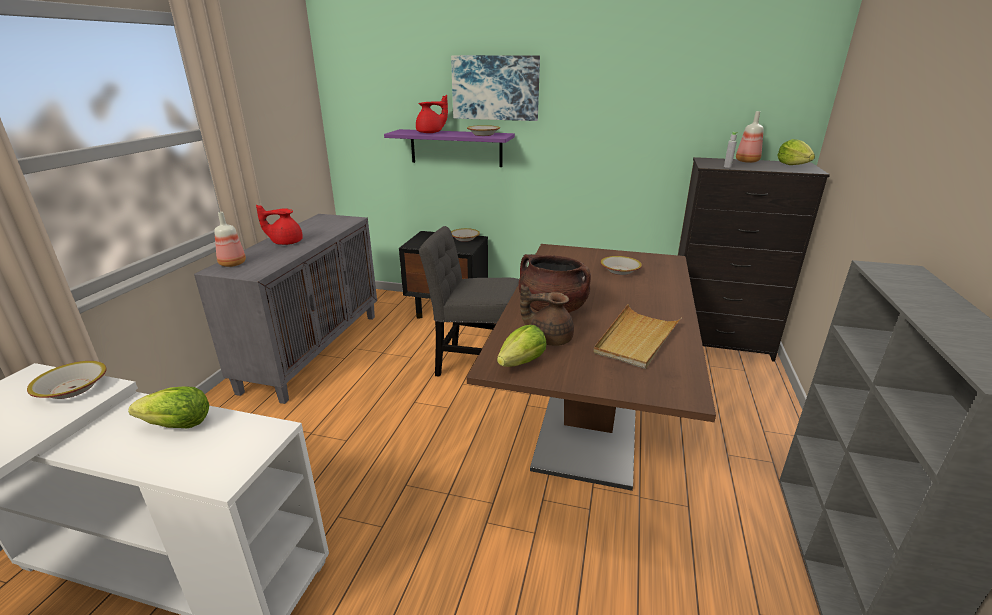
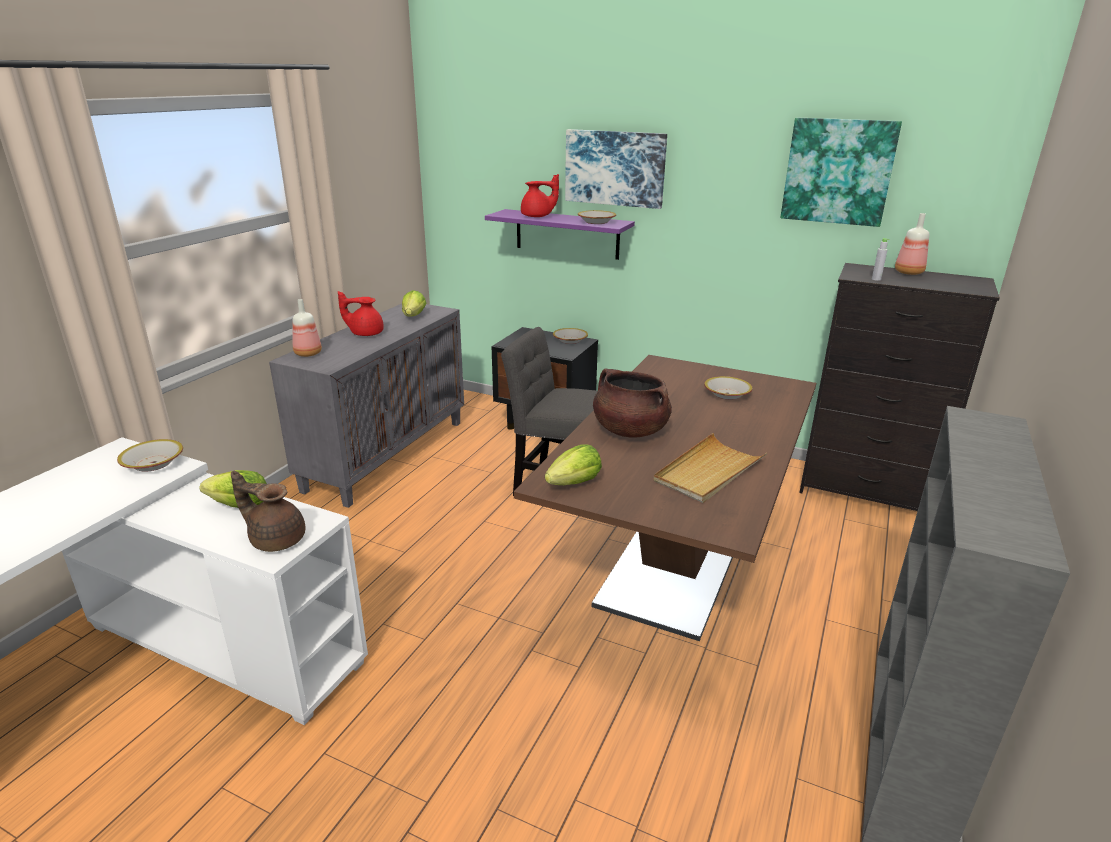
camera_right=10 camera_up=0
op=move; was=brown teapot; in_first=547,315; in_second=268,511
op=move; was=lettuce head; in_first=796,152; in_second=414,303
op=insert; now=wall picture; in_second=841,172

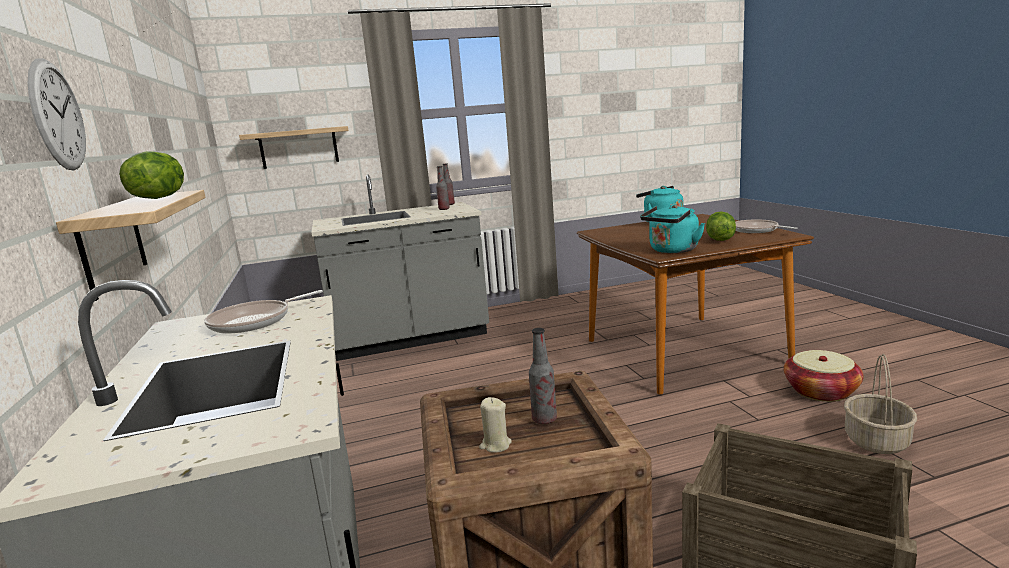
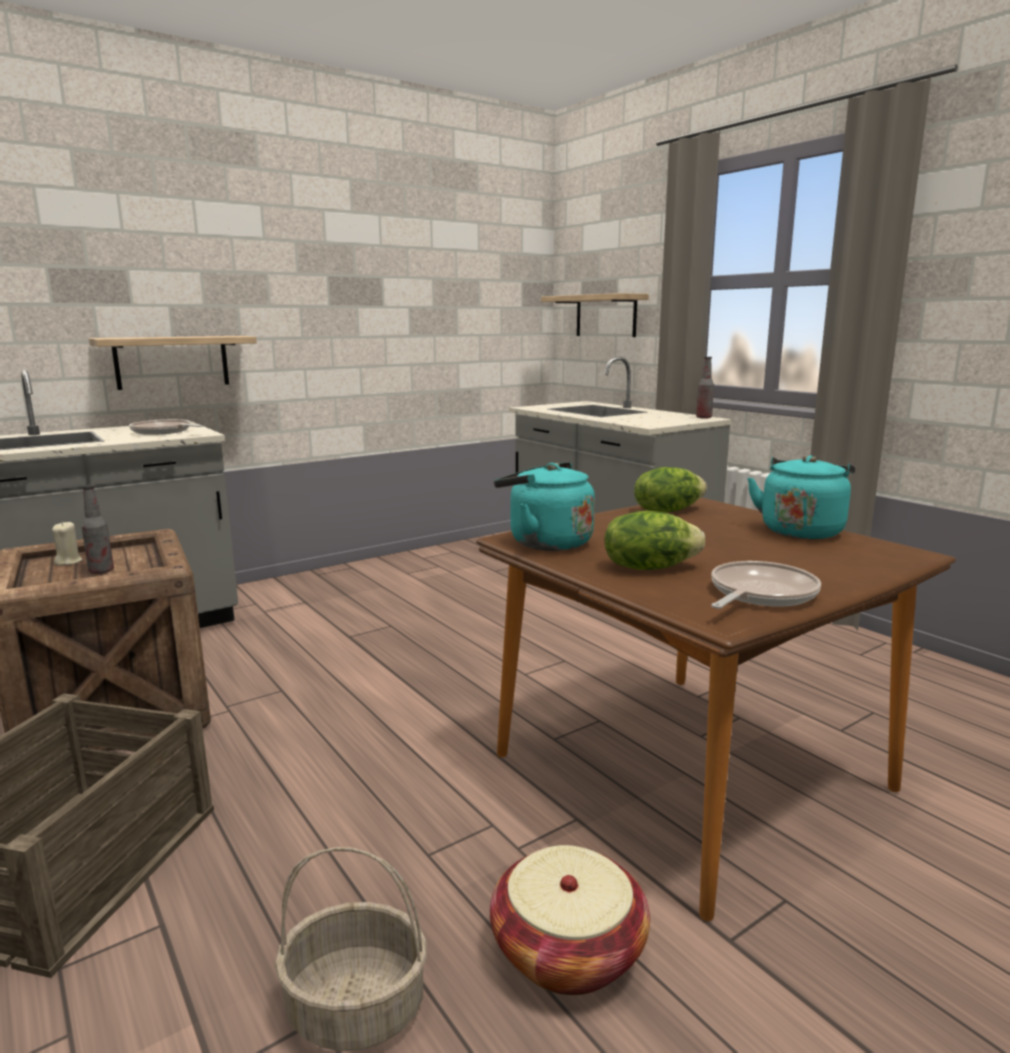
camera_right=70 camera_up=0
op=move; was=lettuce head; in_first=151,175; in_second=670,490
op=delete; was=wall clock; in_first=56,114
op=delete; was=bottle; in_first=443,188

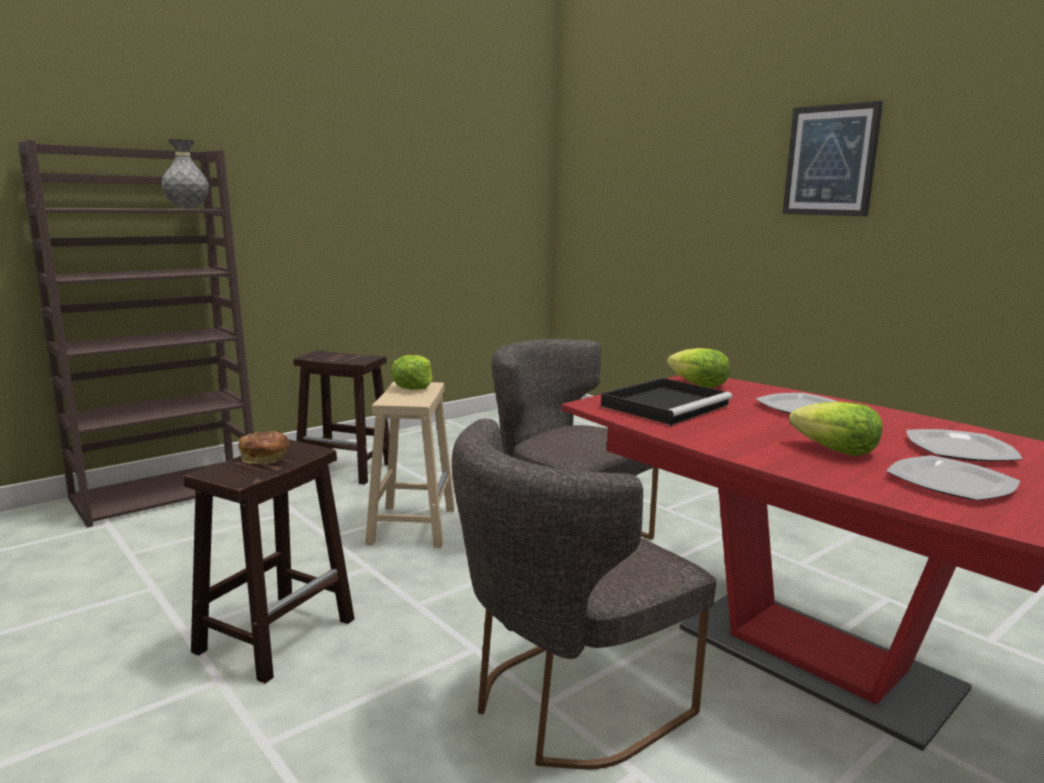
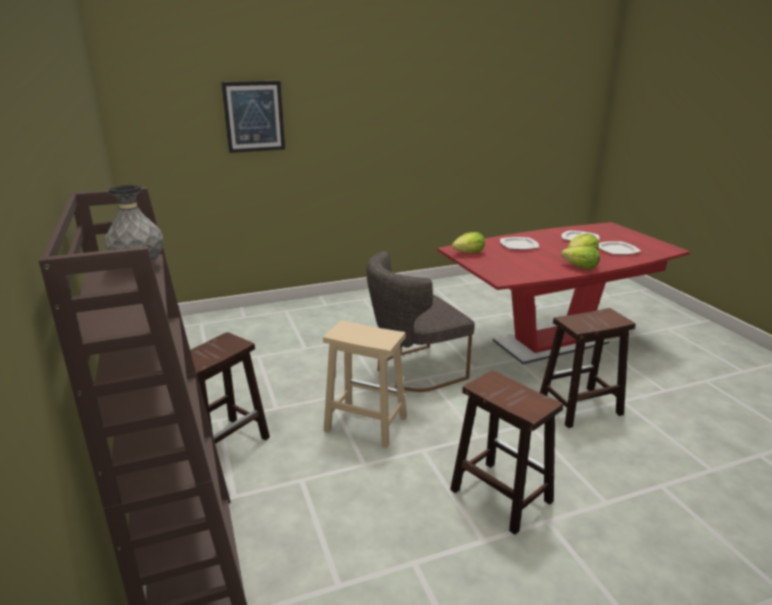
camera_right=-70 camera_up=10
op=move; was=wall picture; in_first=832,158; in_second=253,117
op=replace; was=grey plain chair; now=brown sitting stool; in_first=584,594; in_second=588,368
op=move; was=lettuce head; in_first=411,372; in_second=580,258
op=delete; was=bread; in_first=263,447
op=delete; was=black-coloured tray; in_first=666,402

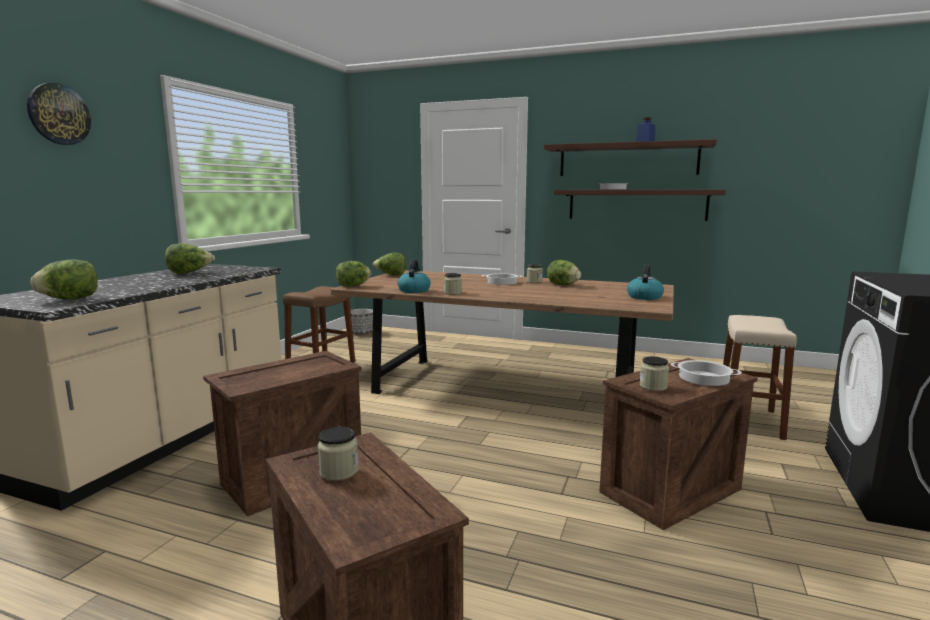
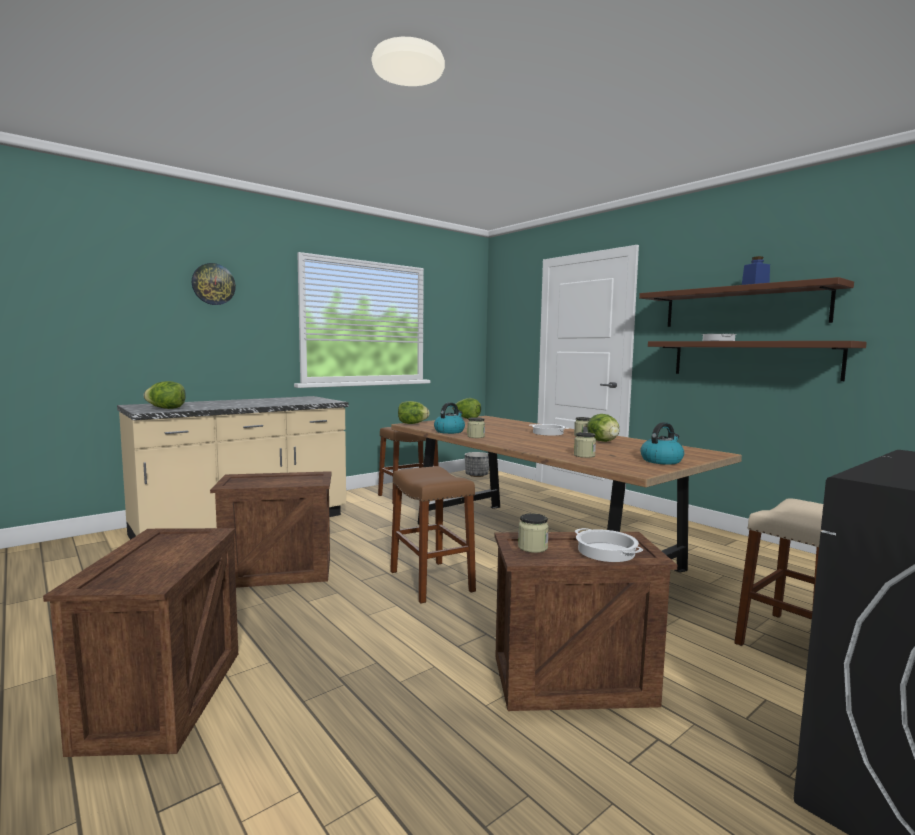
camera_right=30 camera_up=-5
op=insert; now=brown sitting stool; in_second=433,535
op=move; was=preserve jar; in_first=338,454; in_second=585,445
op=delete; was=lettuce head; in_first=190,258

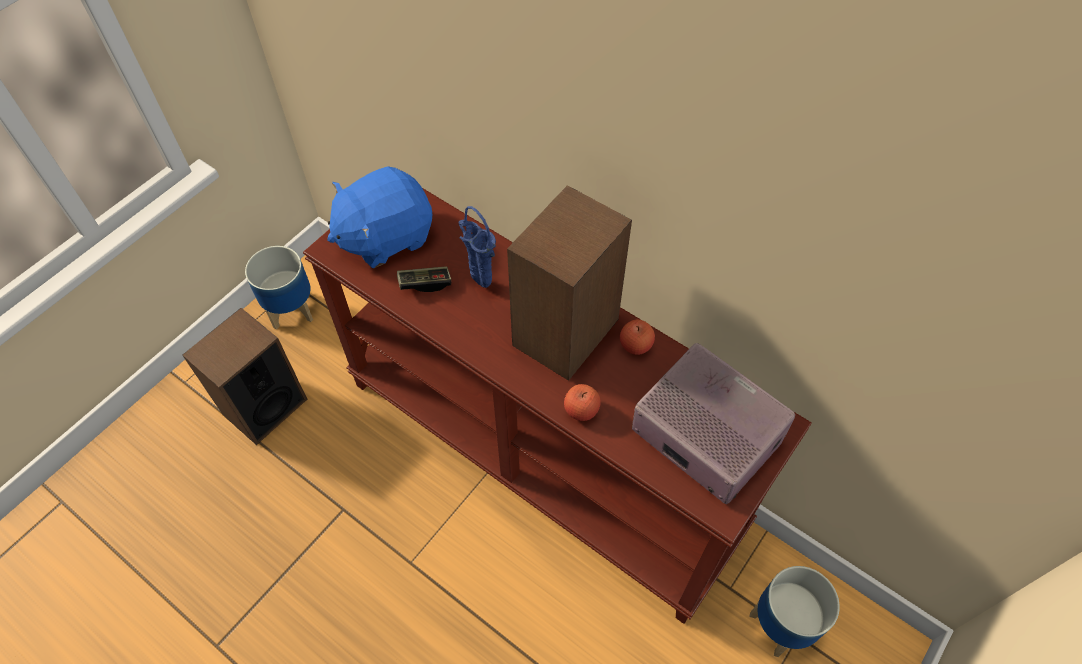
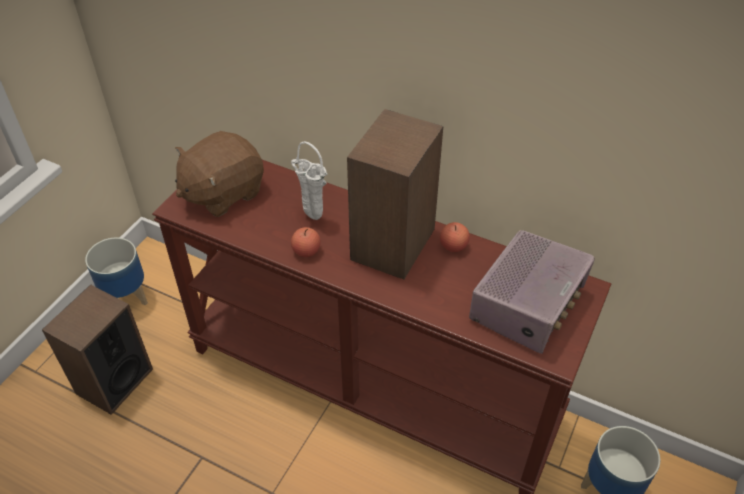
camera_right=-10 camera_up=-10
op=recolor; was=blue soft toy; now=brown soft toy; in_first=379,217; in_second=219,174
op=recolor; was=blue flower vase; now=white-coloured flower vase; in_first=477,247; in_second=309,180
op=move; was=whole apple; in_first=582,402; in_second=306,242
op=rotate; was=radio set; in_first=713,423; in_second=532,292; clockwise=90
op=delete; was=joypad; in_first=424,279

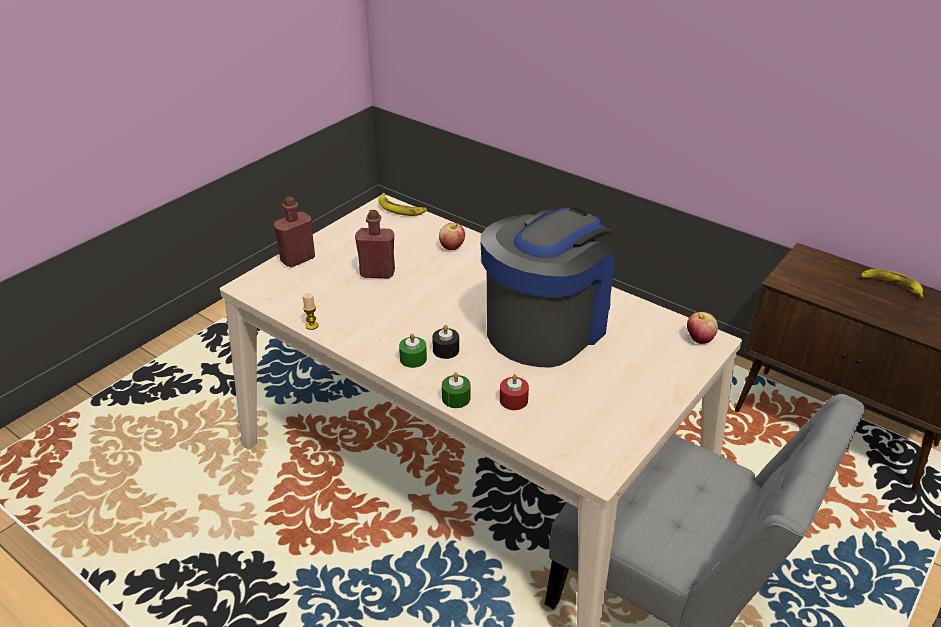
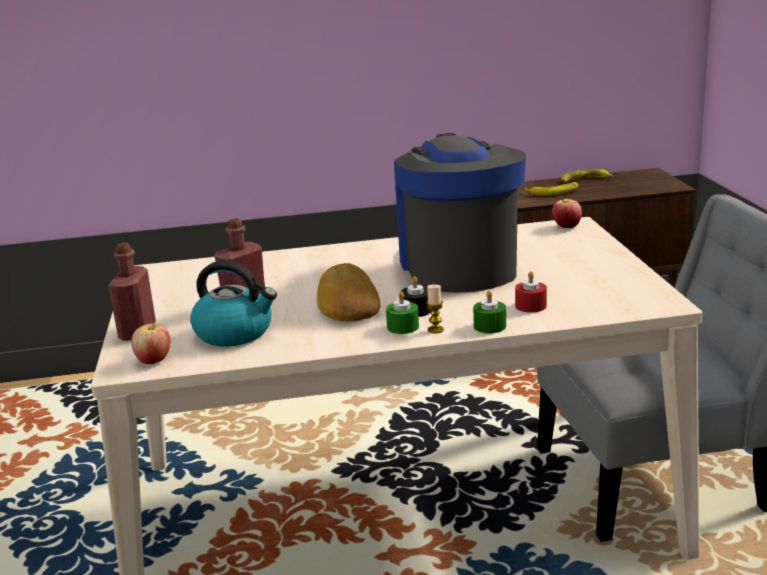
camera_right=-45 camera_up=-15
op=move; was=whole apple; in_first=452,236; in_second=151,342
op=insert; now=tea kettle; in_second=233,304
op=insert; now=bread; in_second=349,292
op=move; was=wax candle; in_first=310,311; in_second=435,308
op=move; was=banana fruit; in_first=402,204; in_second=551,189

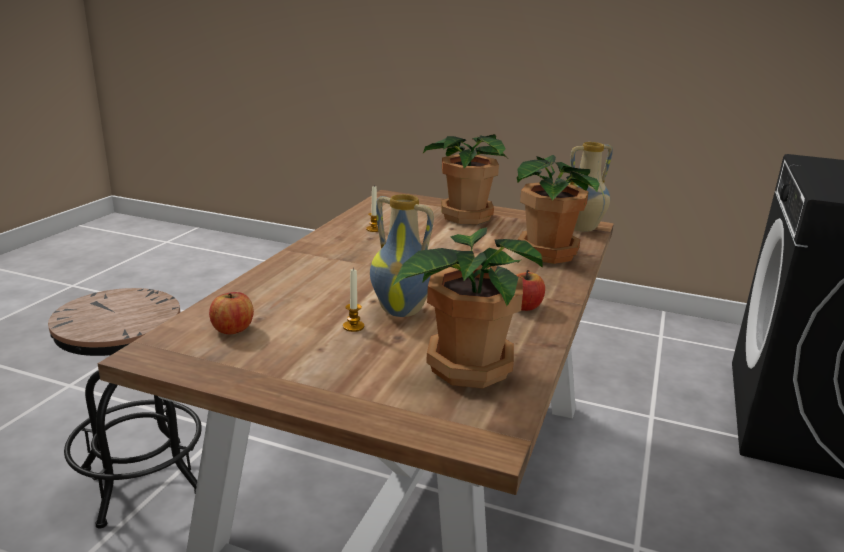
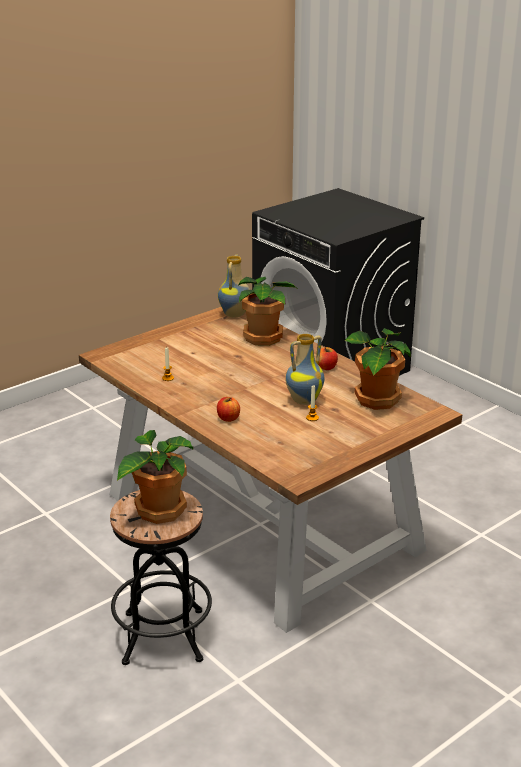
camera_right=-60 camera_up=5
op=move; was=houseplant; in_first=465,179; in_second=155,477
op=move; was=whole apple; in_first=231,313; in_second=228,409

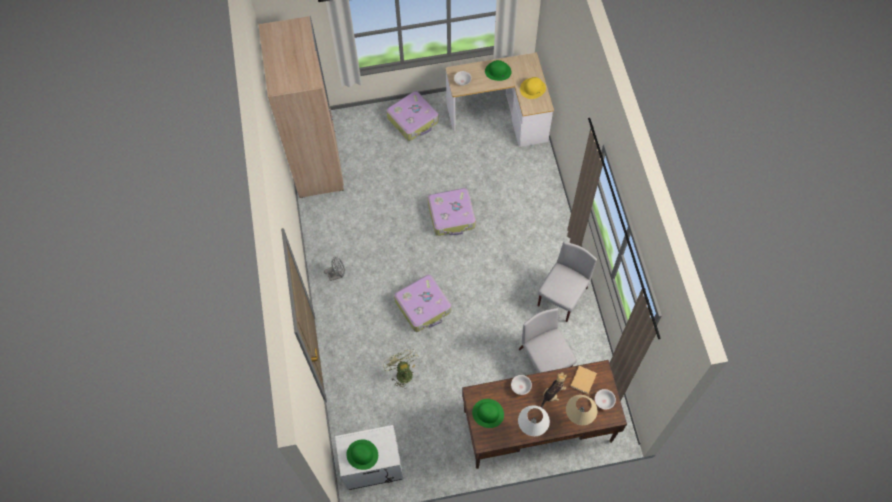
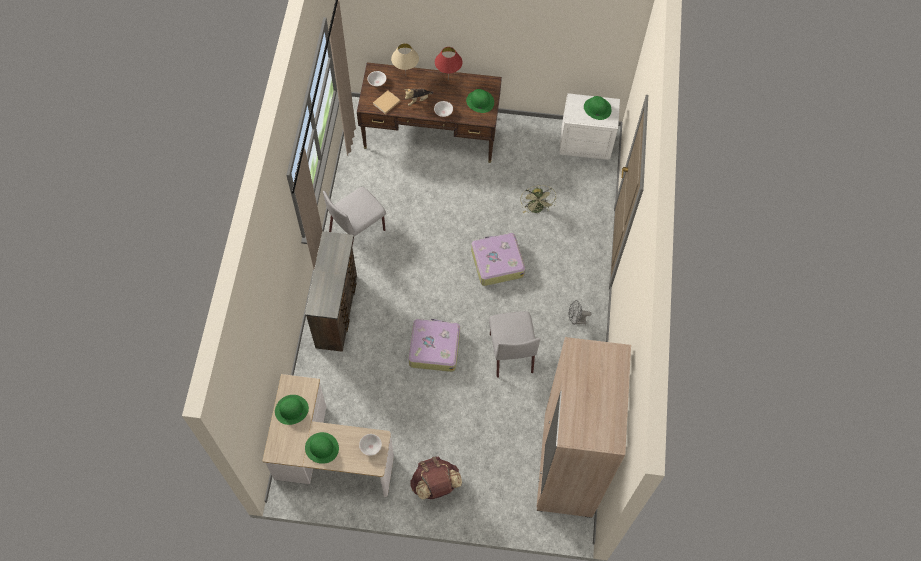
camera_right=-165 camera_up=0
op=recolor; was=yellow-coloured wearable hat; now=green wearable hat; in_first=533,88; in_second=292,410
op=insert; now=brown dresser; in_second=331,291
op=replace; was=piece of luggage; now=brown rucksack; in_first=412,116; in_second=436,478
op=recolor; was=white-coloured table lamp; now=red table lamp; in_first=534,420; in_second=448,64
op=move; was=grey plain chair; in_first=548,340; in_second=515,344

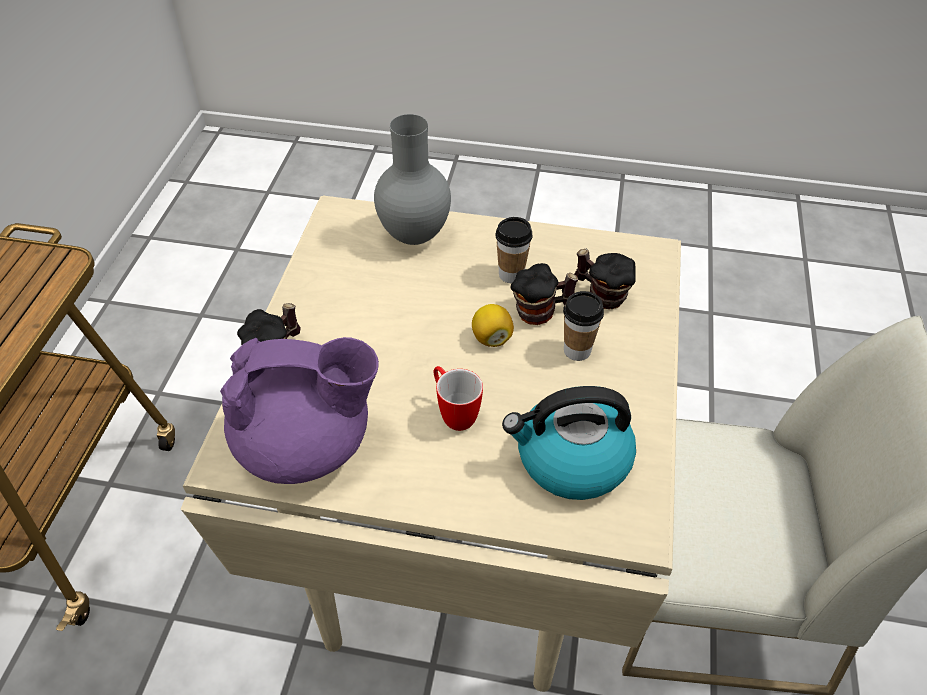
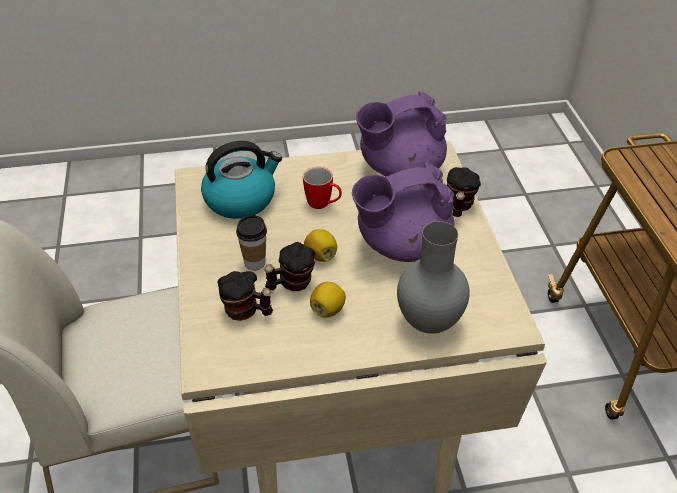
camera_right=160 camera_up=-5
op=replace; was=drinking cup; now=citrus fruit; in_first=513,250; in_second=328,300
op=insert; now=purple-coloured teapot; in_second=403,212

